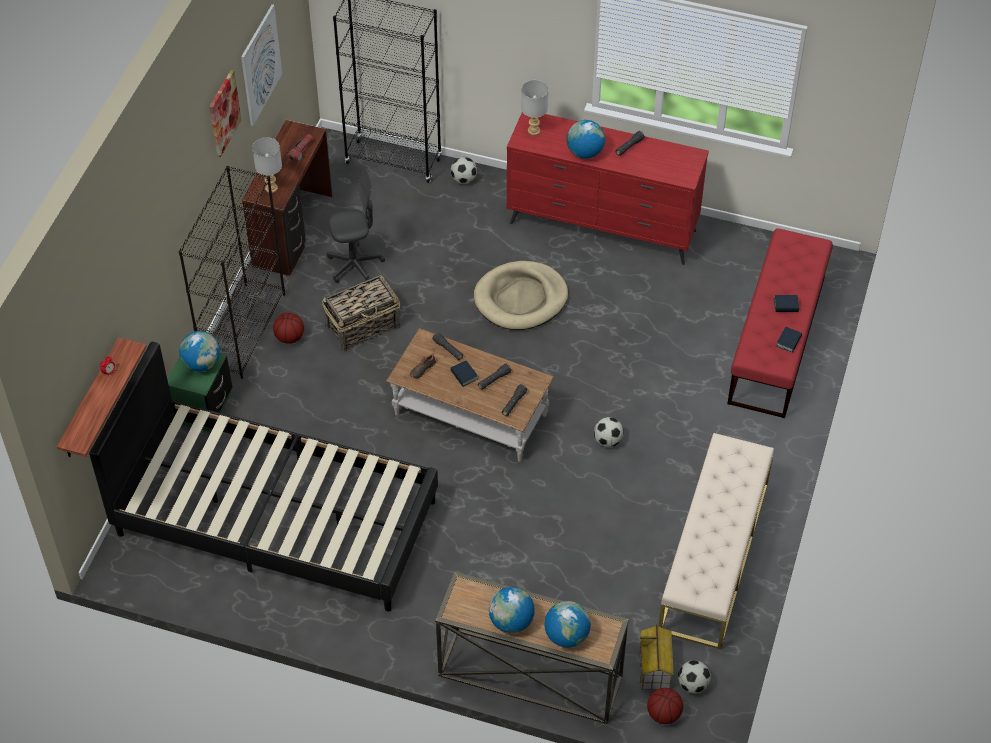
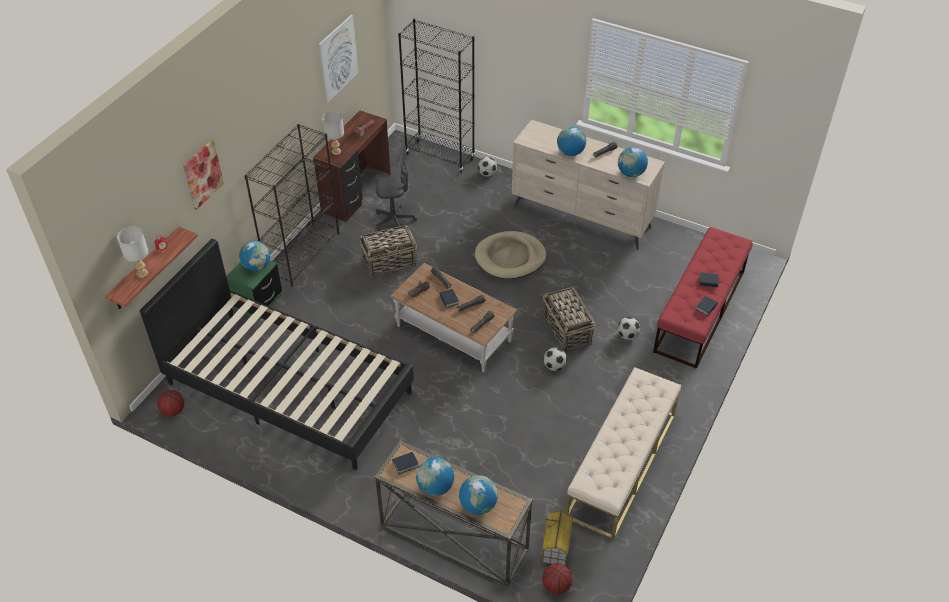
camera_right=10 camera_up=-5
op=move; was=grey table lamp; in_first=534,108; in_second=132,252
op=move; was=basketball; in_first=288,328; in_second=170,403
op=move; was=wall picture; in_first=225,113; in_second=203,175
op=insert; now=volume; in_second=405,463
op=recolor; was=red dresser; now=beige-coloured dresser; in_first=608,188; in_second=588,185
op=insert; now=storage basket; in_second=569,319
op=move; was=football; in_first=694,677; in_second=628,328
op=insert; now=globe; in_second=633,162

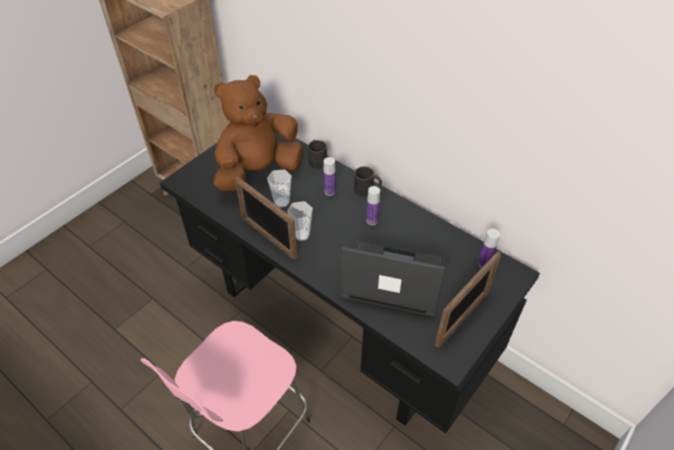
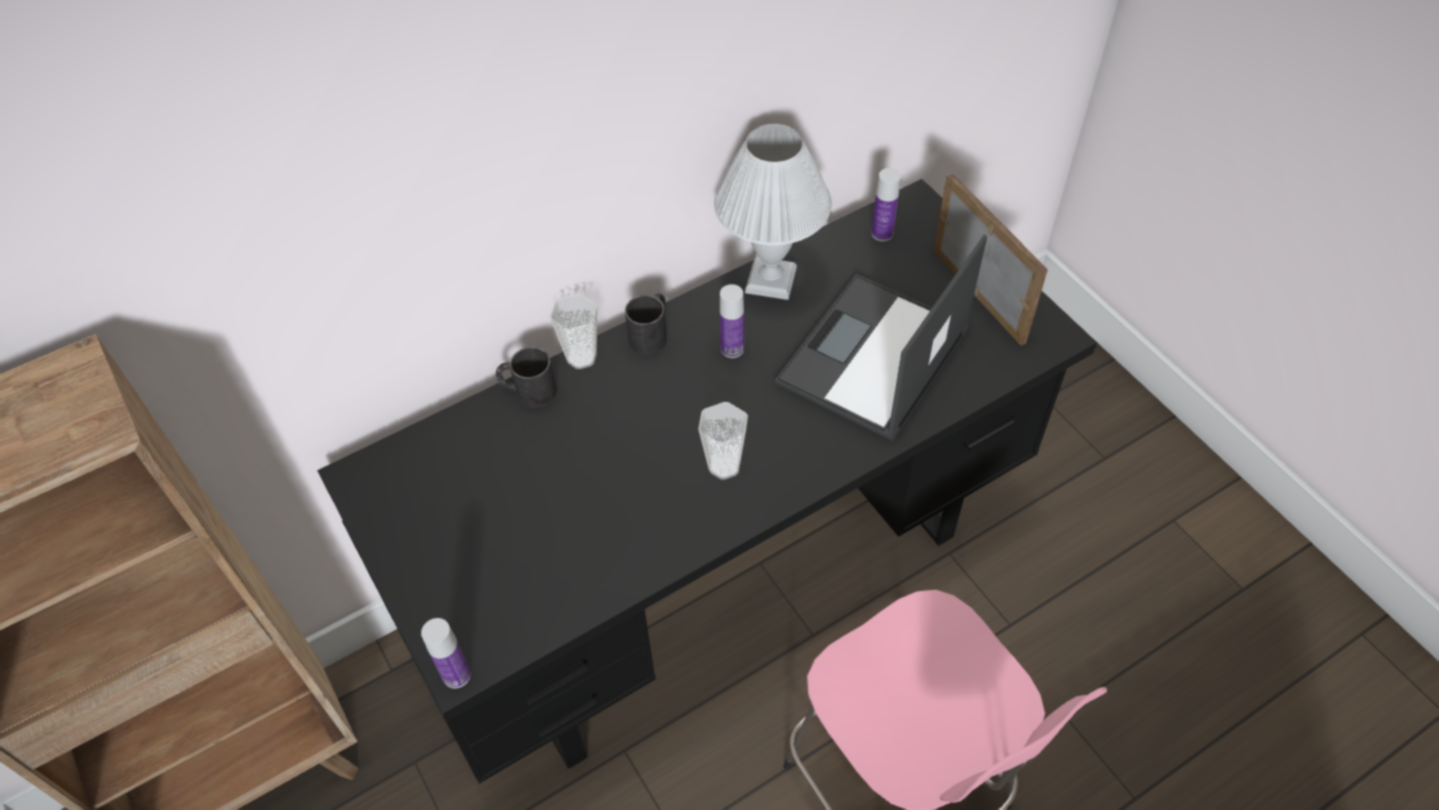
camera_right=-70 camera_up=5
op=move; was=bottle; in_first=330,176; in_second=446,653
op=move; was=drinking cup; in_first=279,189; in_second=573,331
op=insert; now=white-coloured table lamp; in_second=773,212
op=delete; was=brown soft toy; in_first=258,133
op=delete; was=photo frame; in_first=266,218

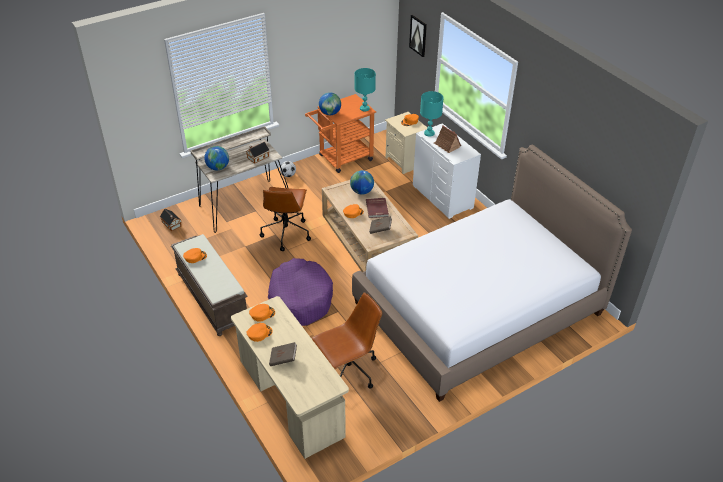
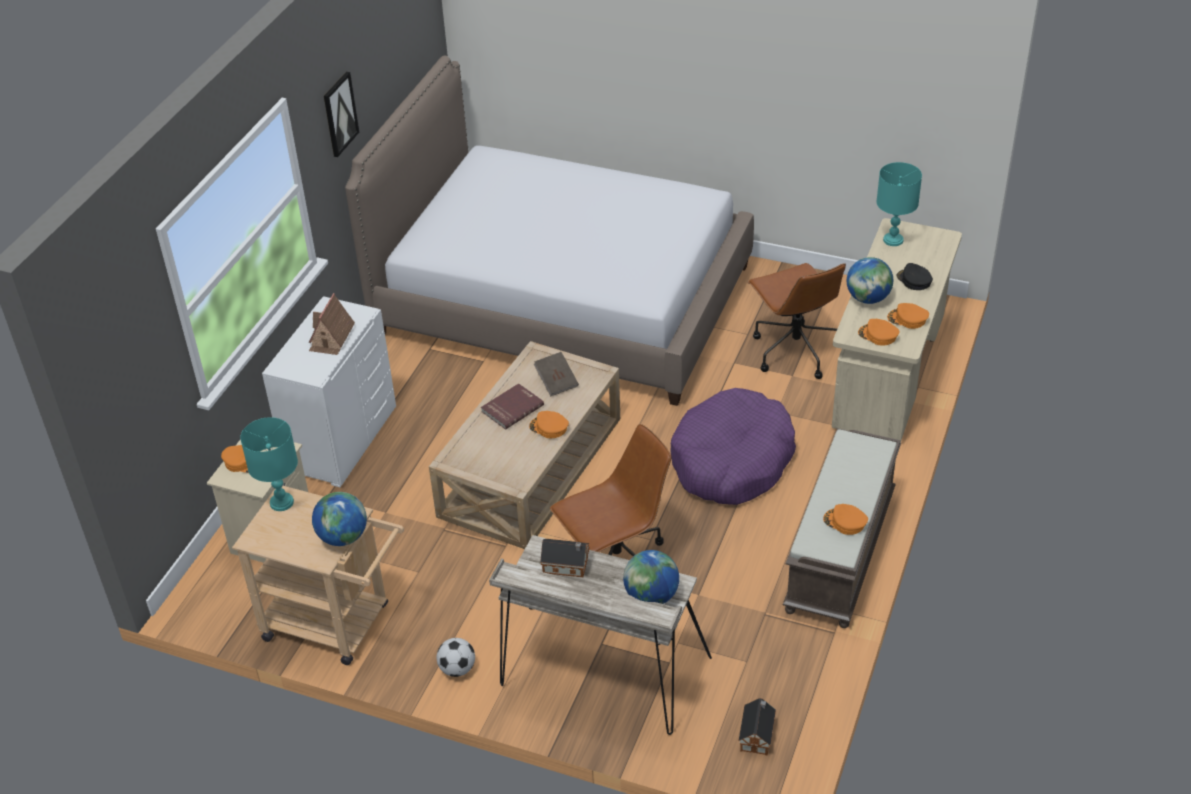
camera_right=-125 camera_up=0
op=recolor; was=orangey trolley; now=beige-coloured trolley; in_first=340,133; in_second=318,575
op=move; was=wall picture; in_first=418,36; in_second=341,114
op=rotate; was=brown desk chair; in_first=346,340; in_second=797,321; clockwise=-135
op=move; was=globe; in_first=362,182; in_second=870,280
op=move; was=turquoise table lamp; in_first=432,114; in_second=899,204
op=replace; was=brown volume; now=black-coloured cap; in_first=283,354; in_second=914,276

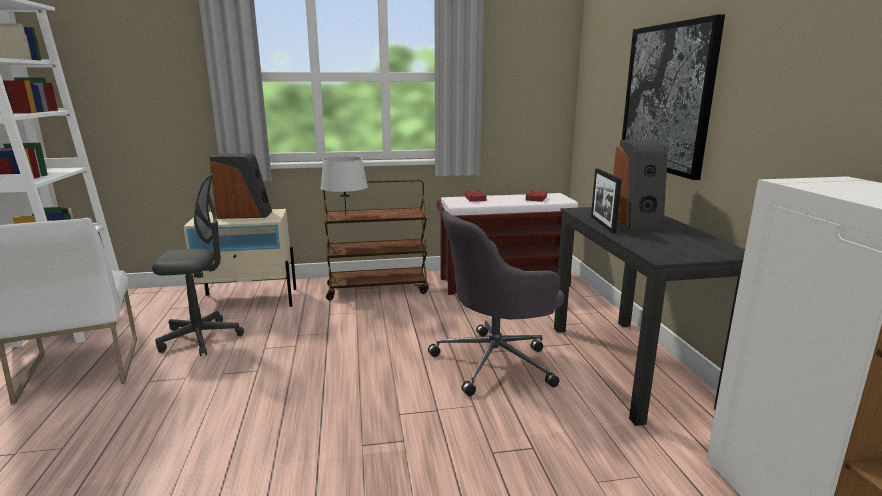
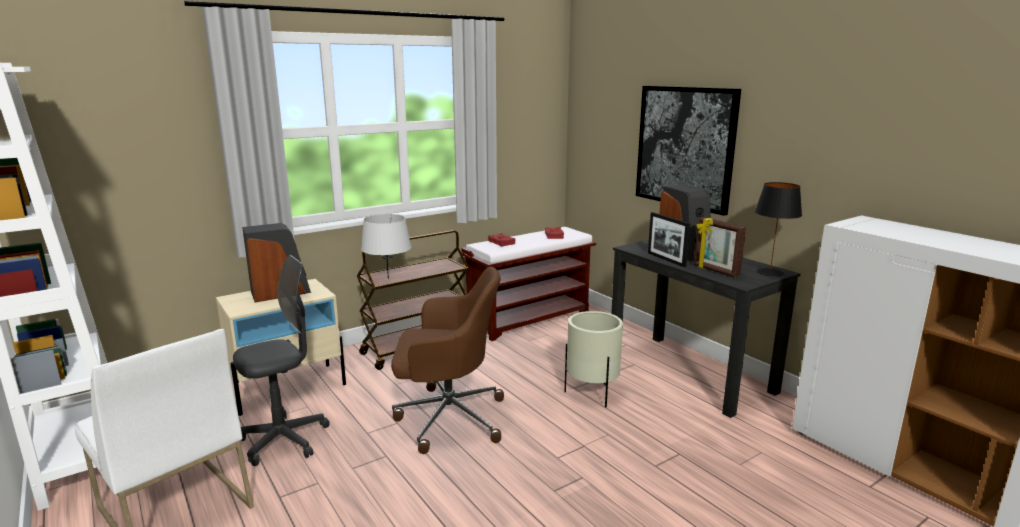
camera_right=-25 camera_up=0
op=insert; now=brown desk chair; in_second=447,360
op=replace; was=grey desk chair; now=beige-coloured plant pot; in_first=496,303; in_second=594,359
op=insert; now=photo frame; in_second=720,247
op=insert; now=black-coloured table lamp; in_second=778,229

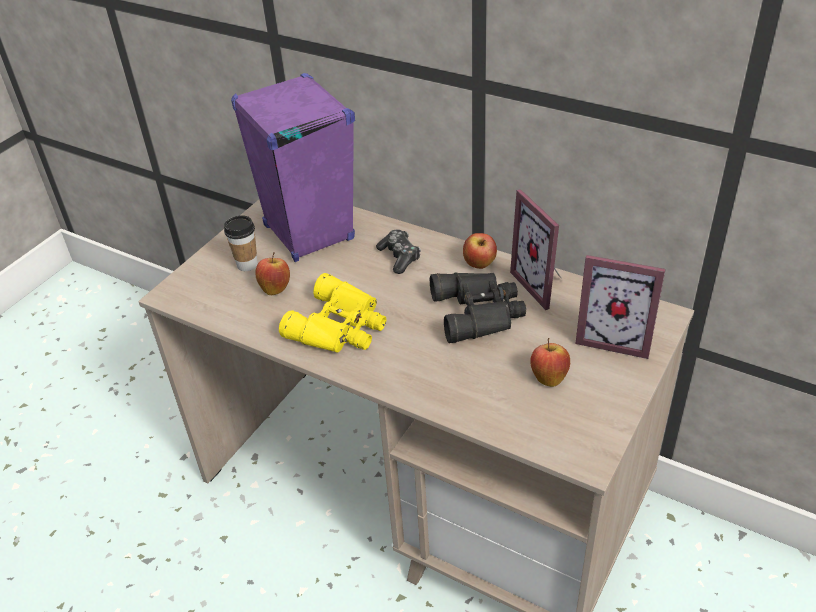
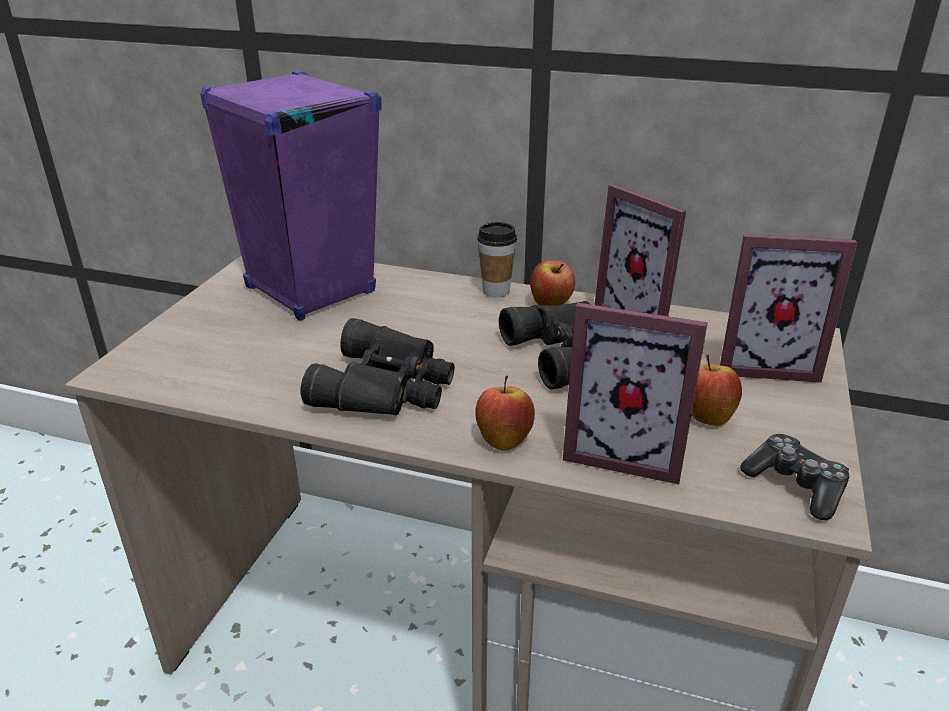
camera_right=-15 camera_up=-10
op=recolor; was=yellow-coloured pair of binoculars; now=black-coloured pair of binoculars; in_first=333,313; in_second=378,366
op=move; was=whole apple; in_first=272,273; in_second=505,413
op=move; was=drinking cup; in_first=241,243; in_second=497,259
op=insert; now=photo frame; in_second=635,394
op=move; was=joypad; in_first=398,251; in_second=795,477

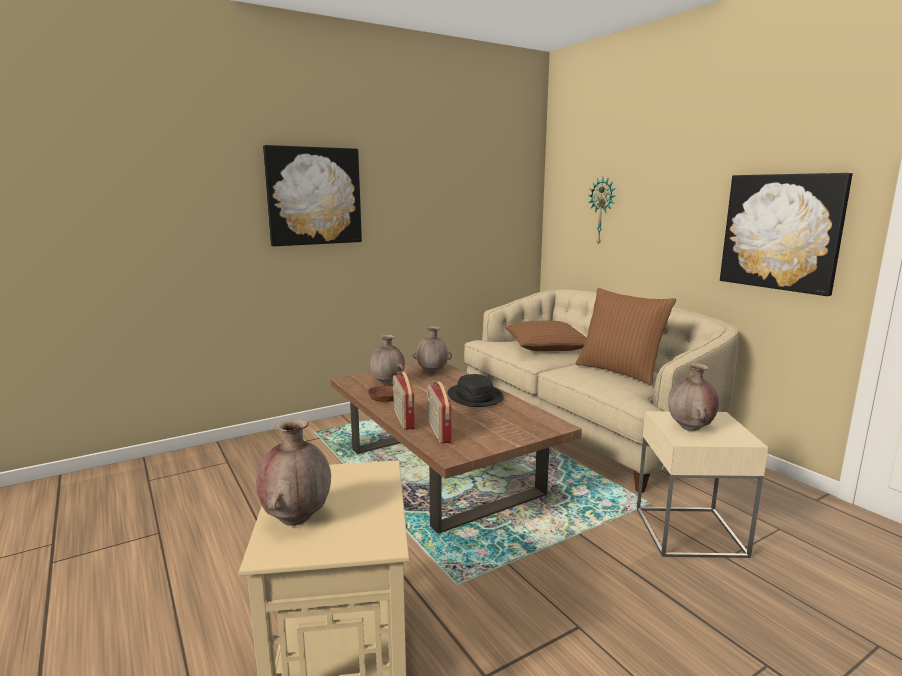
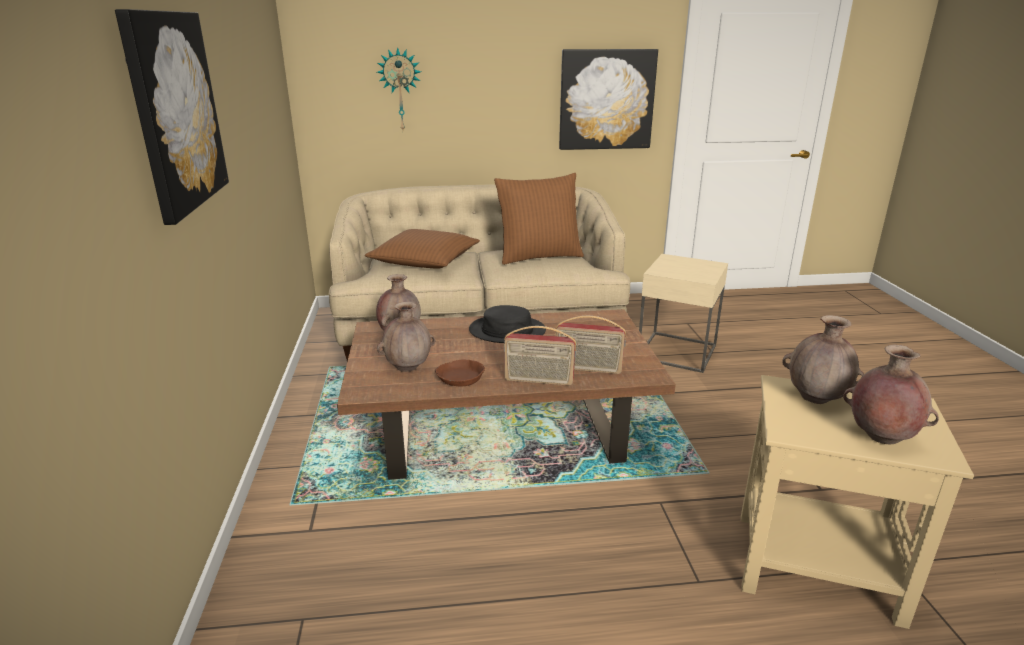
camera_right=-65 camera_up=10
op=move; was=brown flower vase; in_first=693,397; in_second=823,359

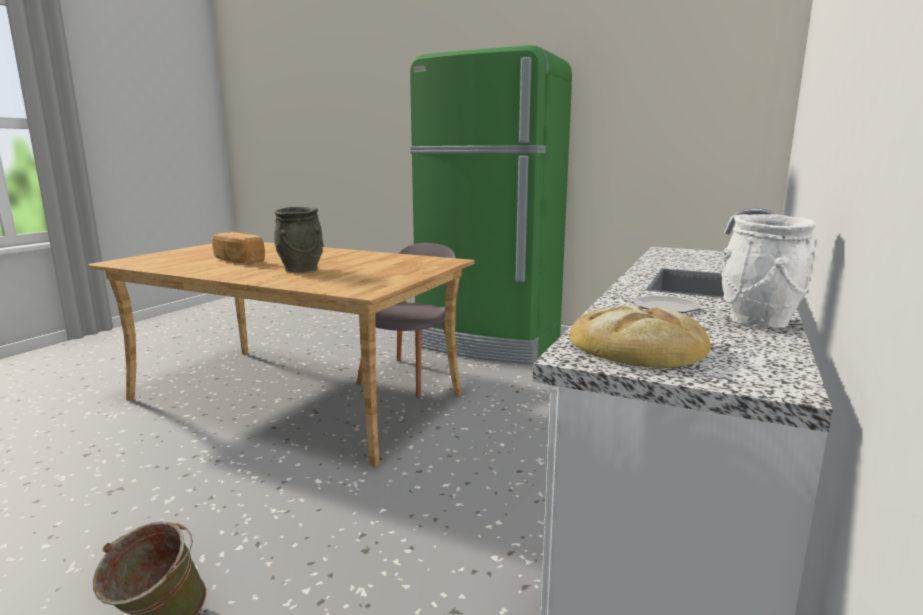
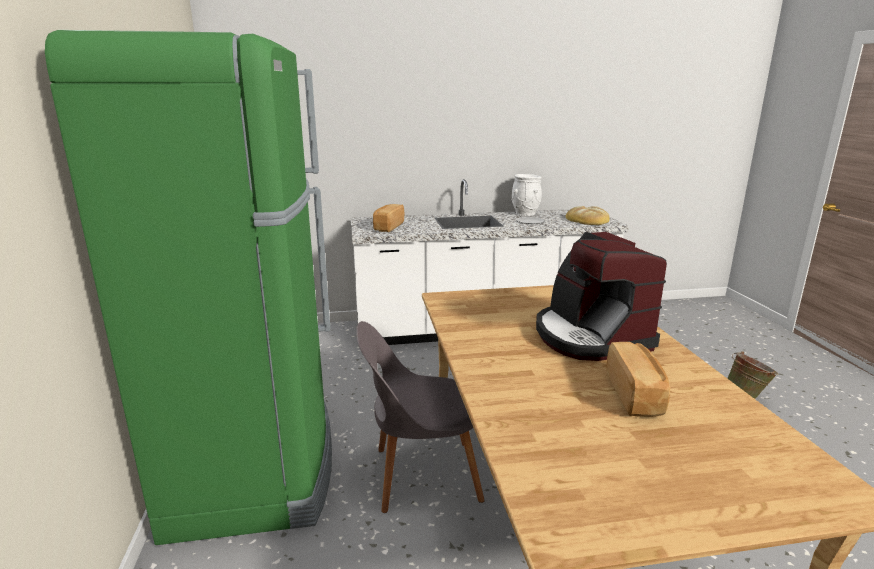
camera_right=-125 camera_up=5
op=insert; now=bread; in_second=389,218
op=replace; was=grey flower vase; now=coffee maker; in_first=298,239; in_second=601,296

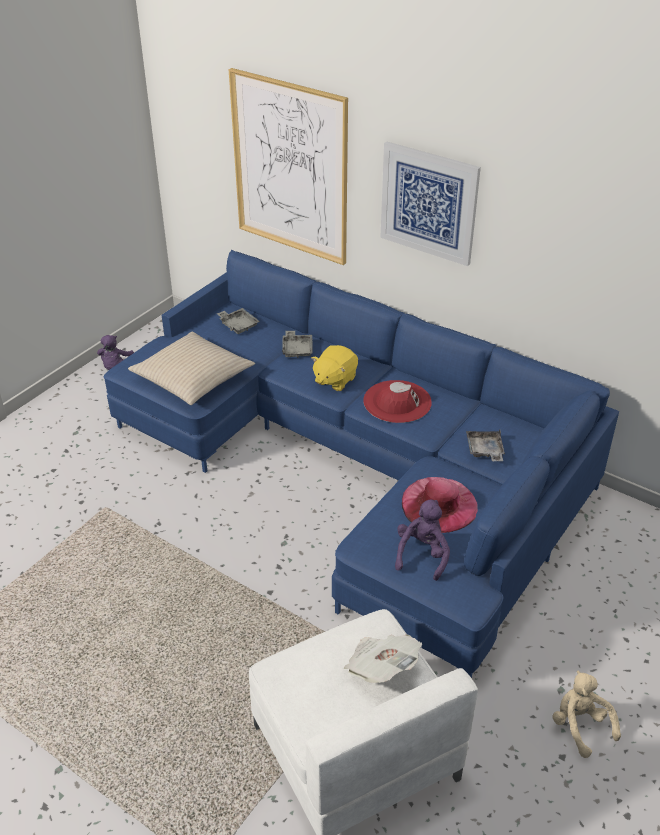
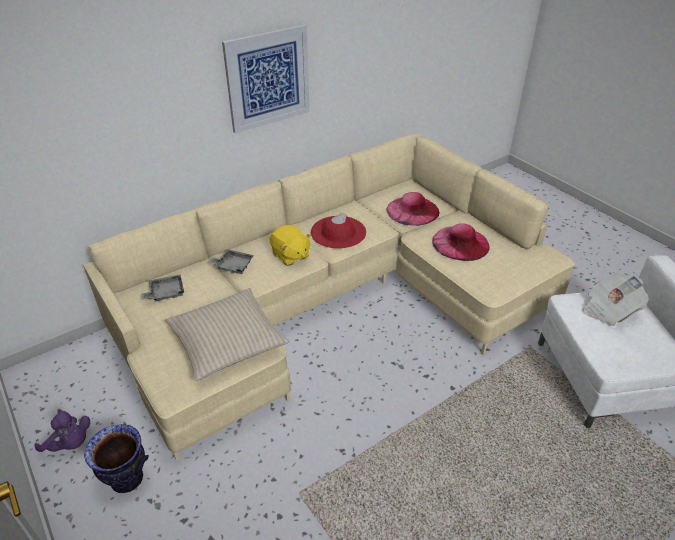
camera_right=-70 camera_up=0
op=recolor; was=blue settee; now=beige-coloured settee; in_first=361,464; in_second=329,297
op=insert; now=flower vase; in_second=116,458
op=replace; was=grey tray; now=pinkish wearable hat; in_first=485,445; in_second=413,209
op=delete; was=wall picture; in_first=288,166
op=delete; was=purple-coloured soft toy; in_first=422,540
op=delete; was=beige-coloured soft toy; in_first=586,714

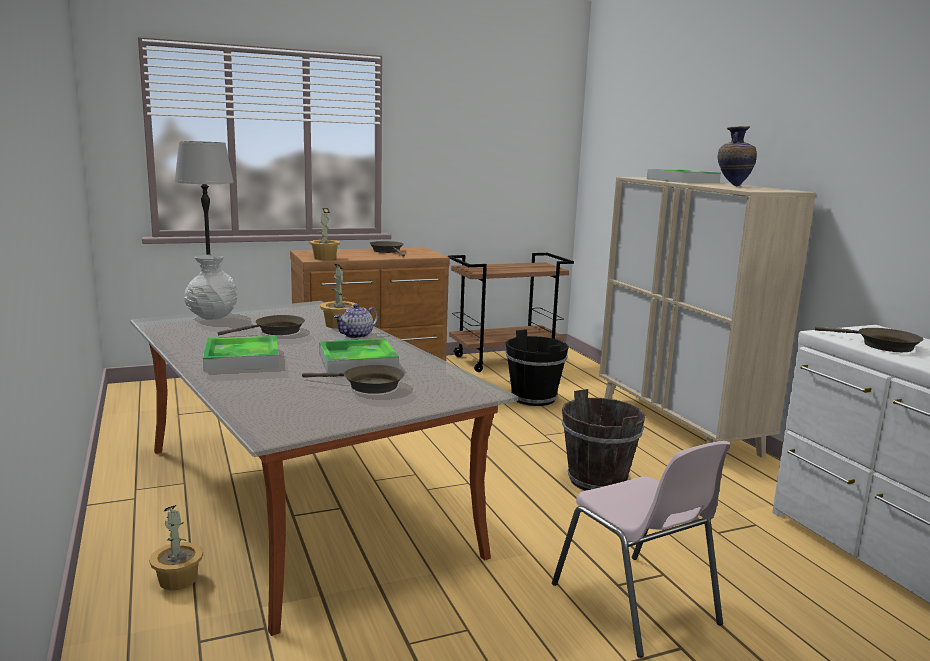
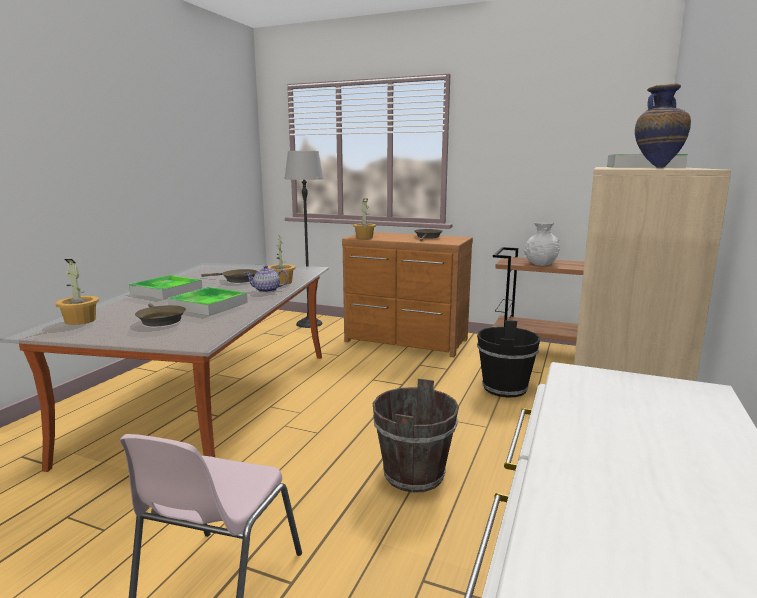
camera_right=45 camera_up=0
op=move; was=houseplant; in_first=176,547; in_second=77,292
op=move; was=white-coloured flower vase; in_first=210,287; in_second=542,244
op=delete; was=brown frying pan; in_first=869,339

